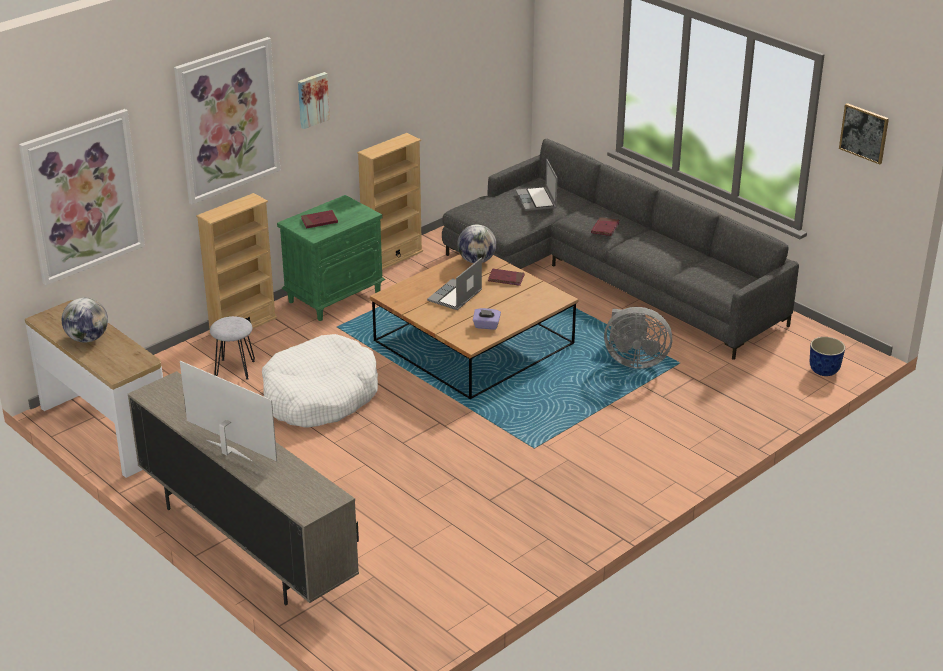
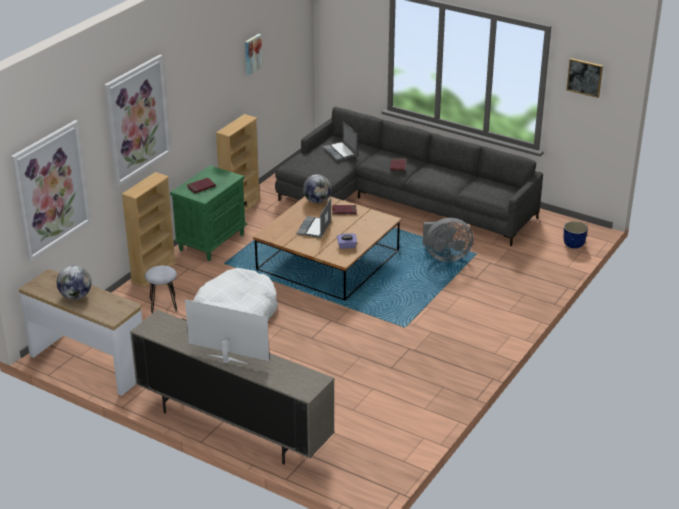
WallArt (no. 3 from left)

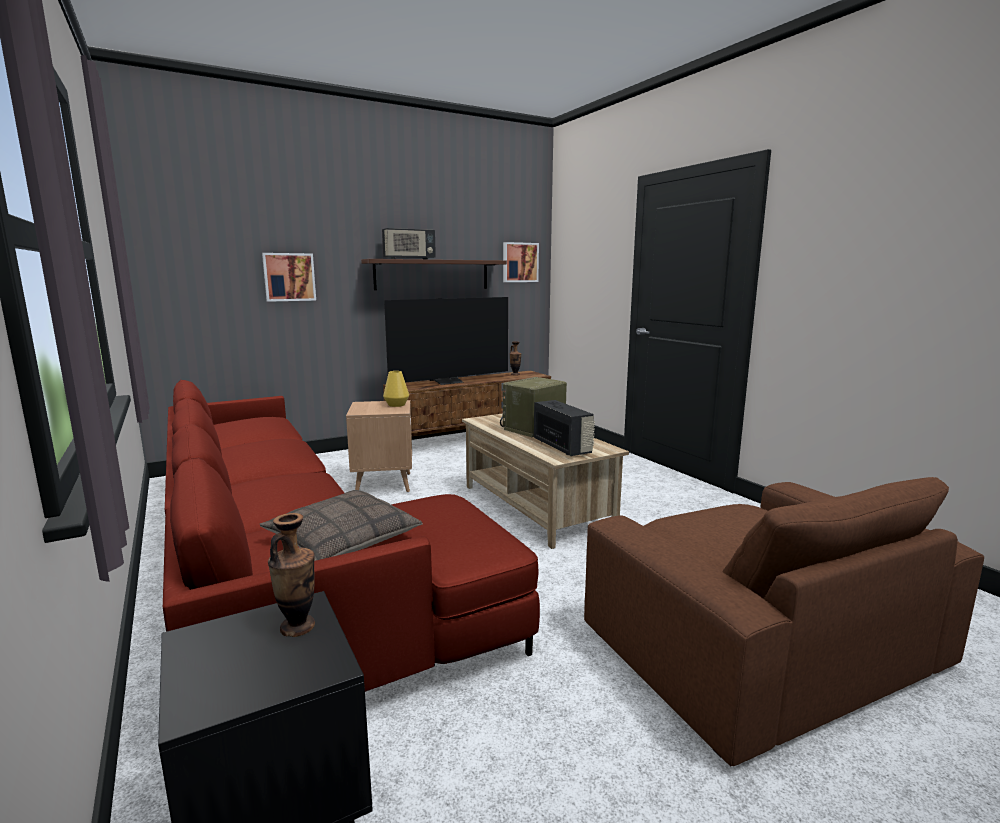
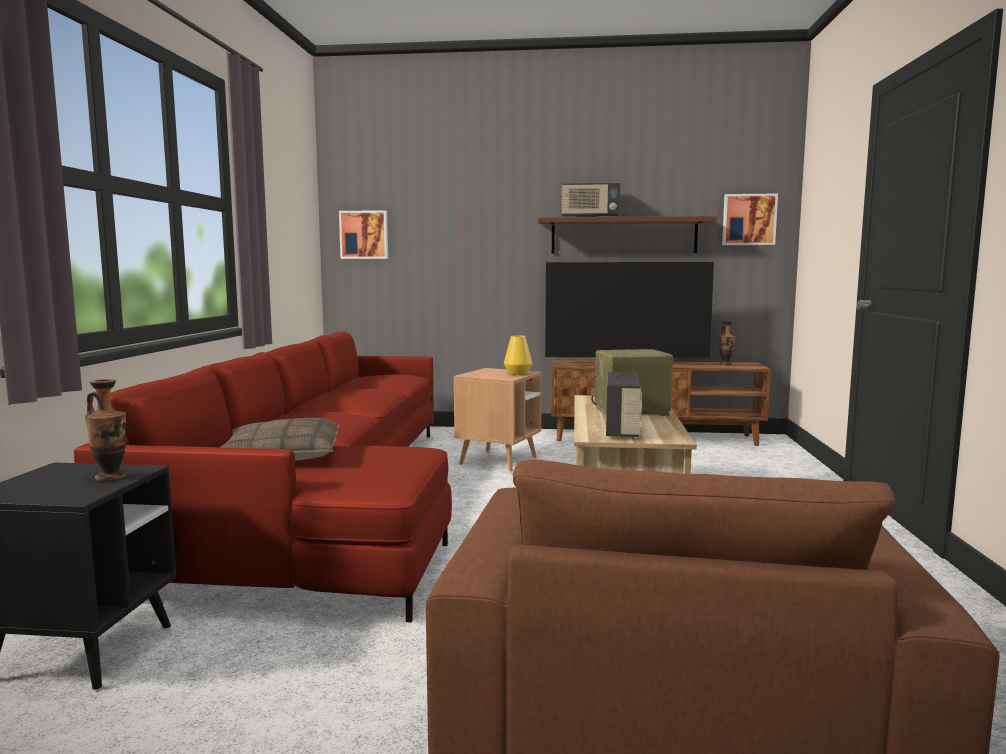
WallArt (no. 1 from left)

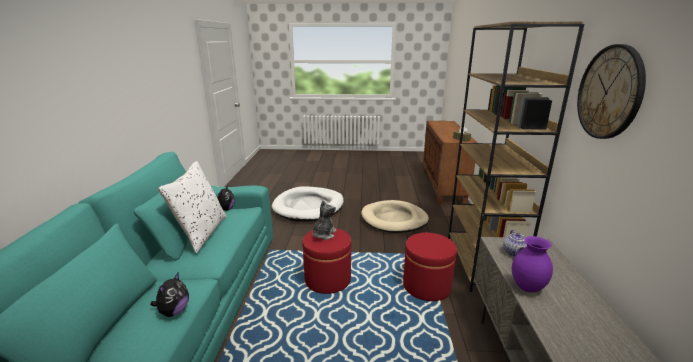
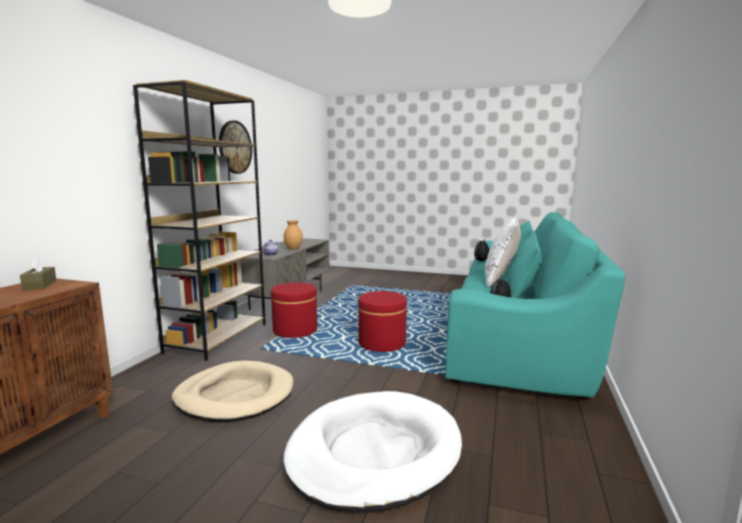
PlushToy (no. 3 from left in the first image); BrownishDecorativeVase

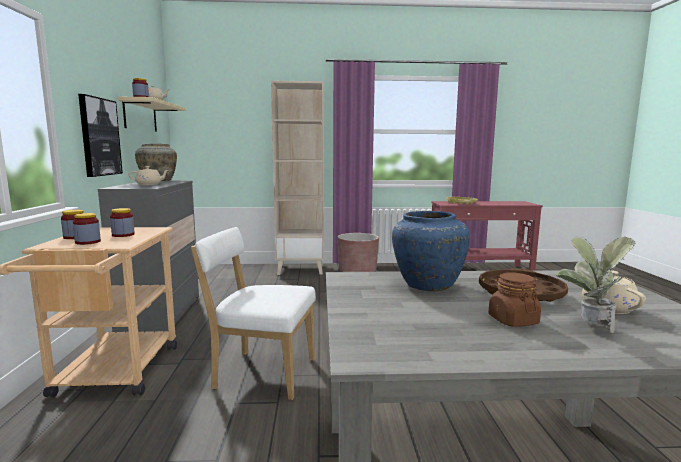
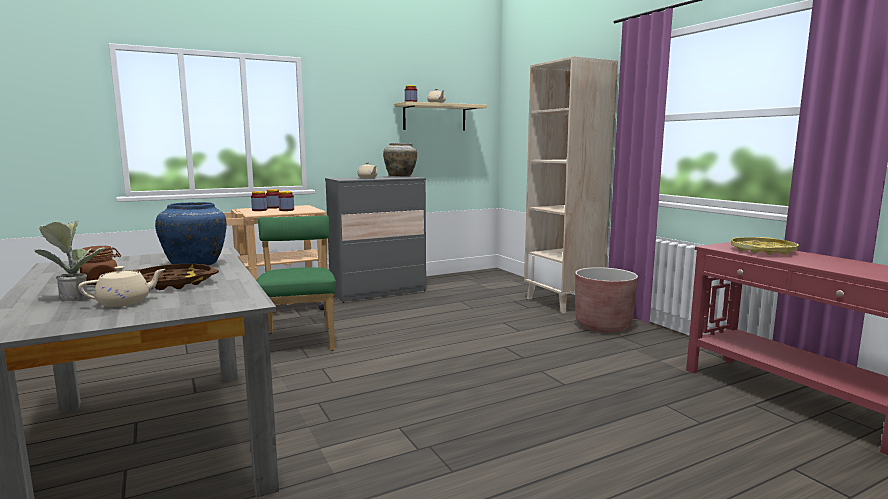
WallArt; GreenishChair

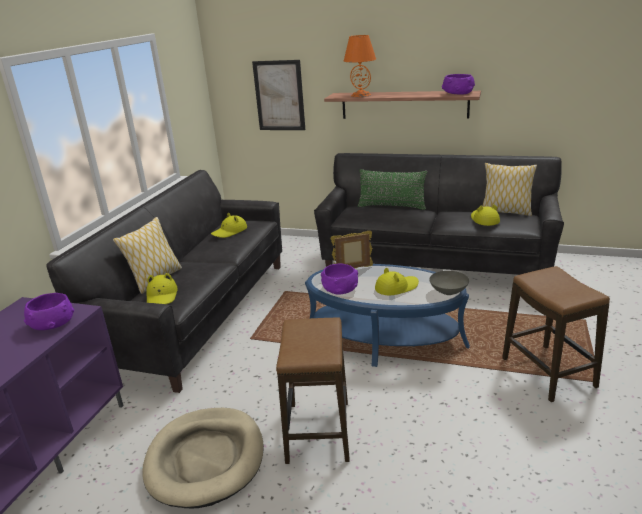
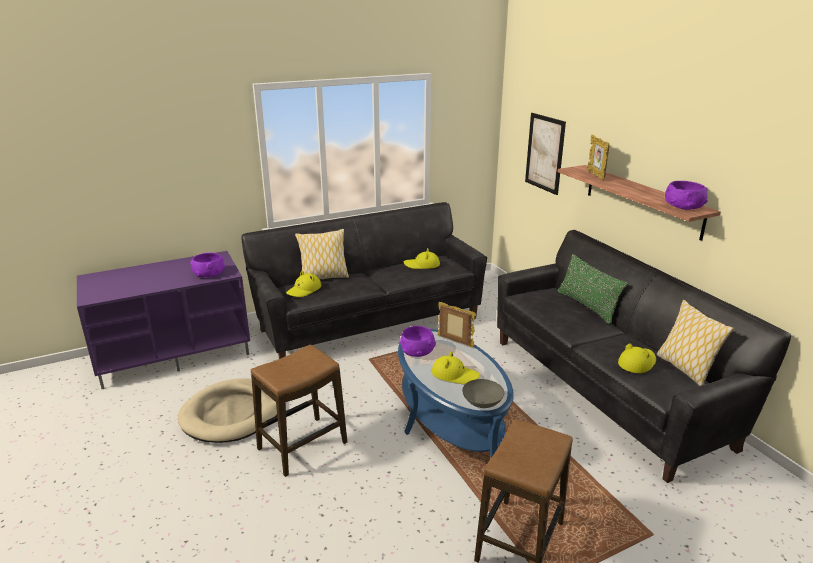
StandingFrame (no. 2 from left)

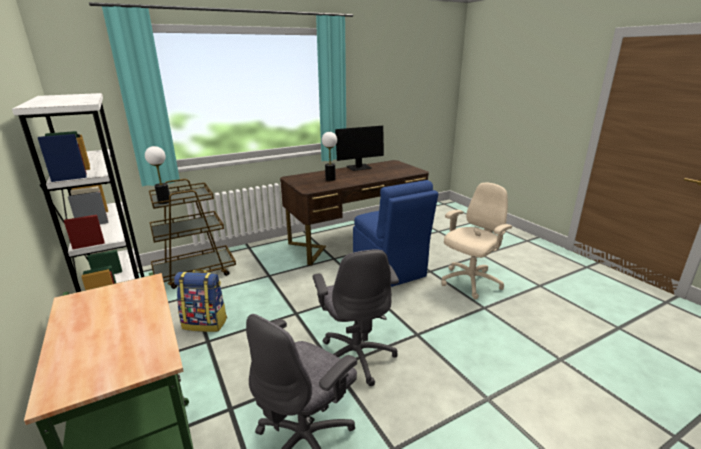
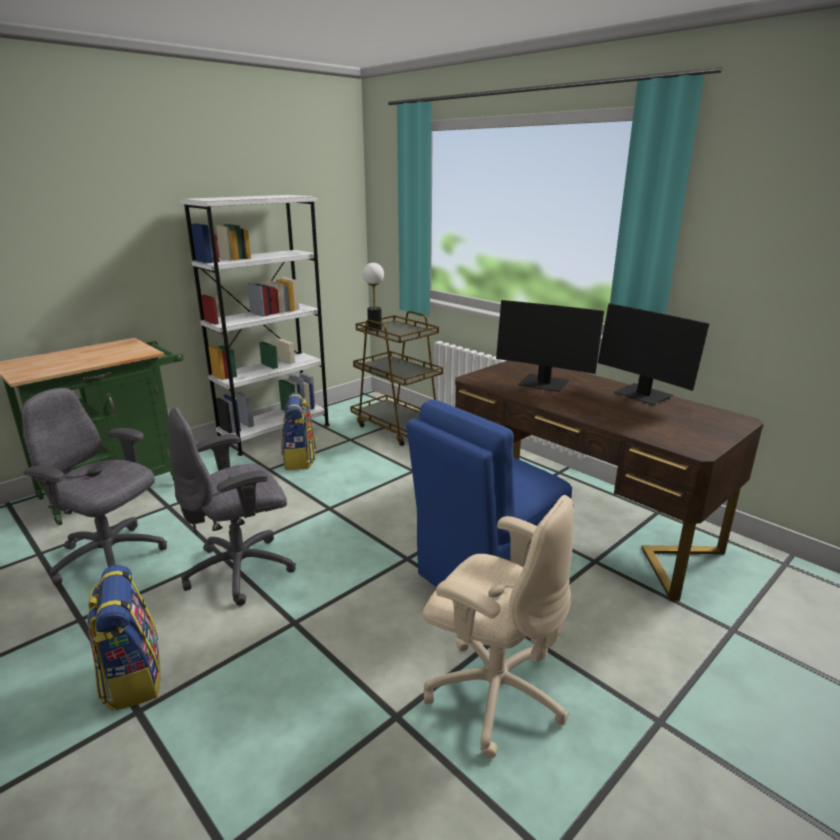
ComputerScreen (no. 1 from left); Backpack (no. 1 from left)

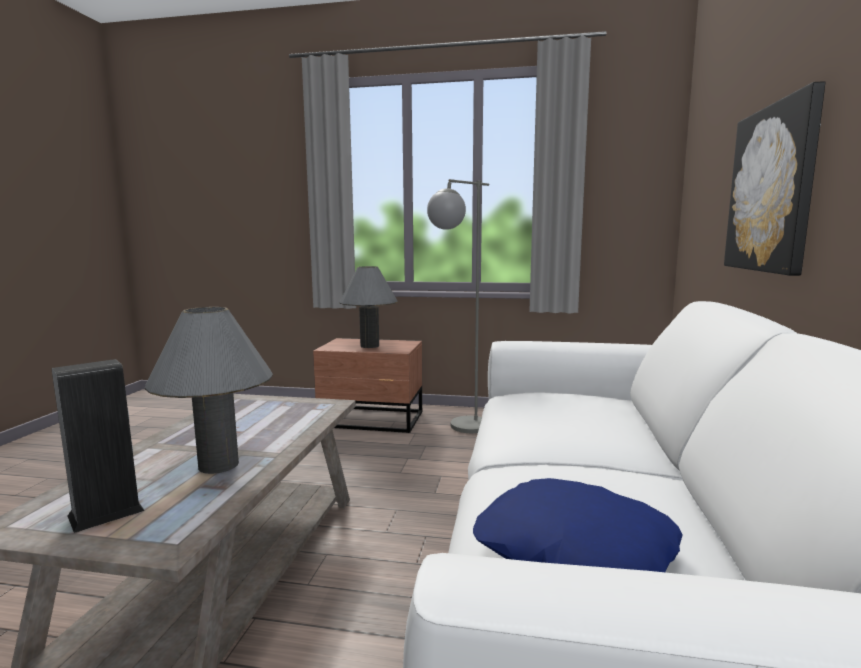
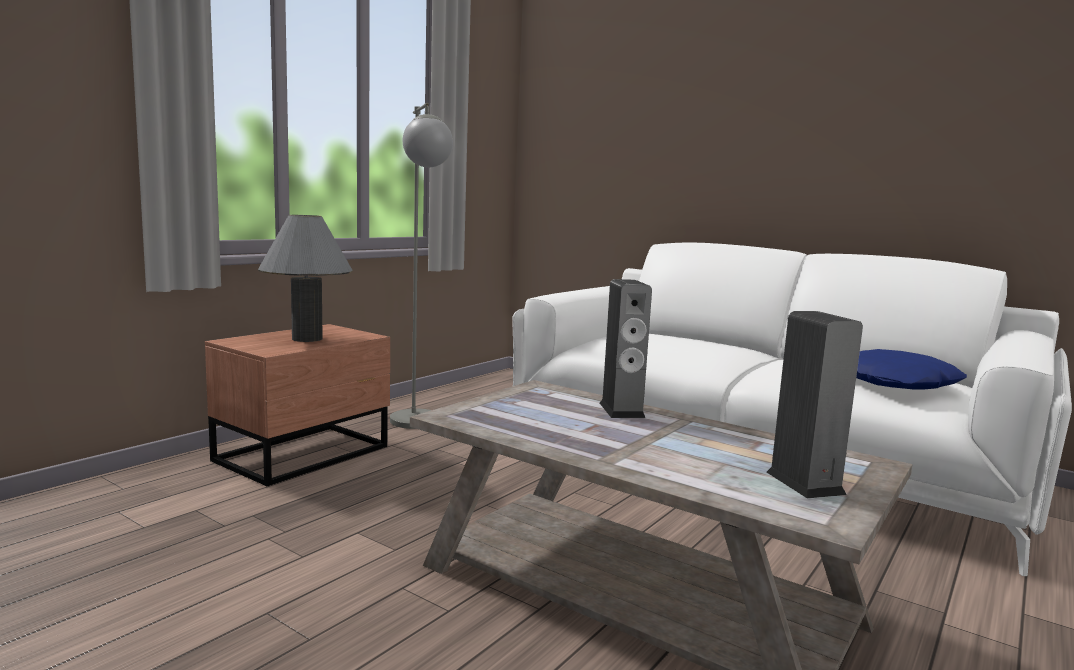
GreyTableLamp (no. 1 from left in the first image); WallArt; Loudspeaker (no. 1 from left)

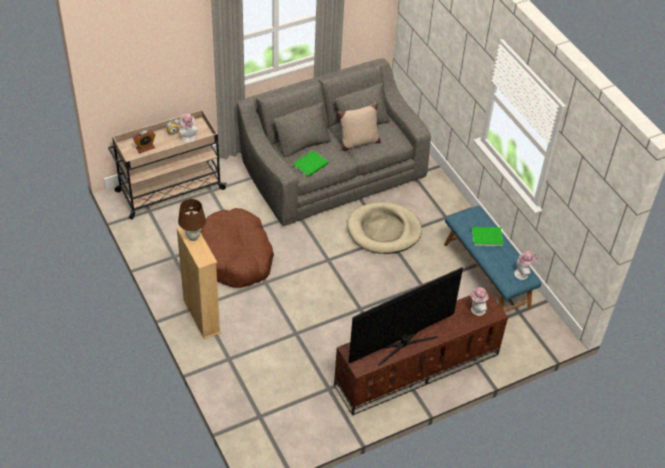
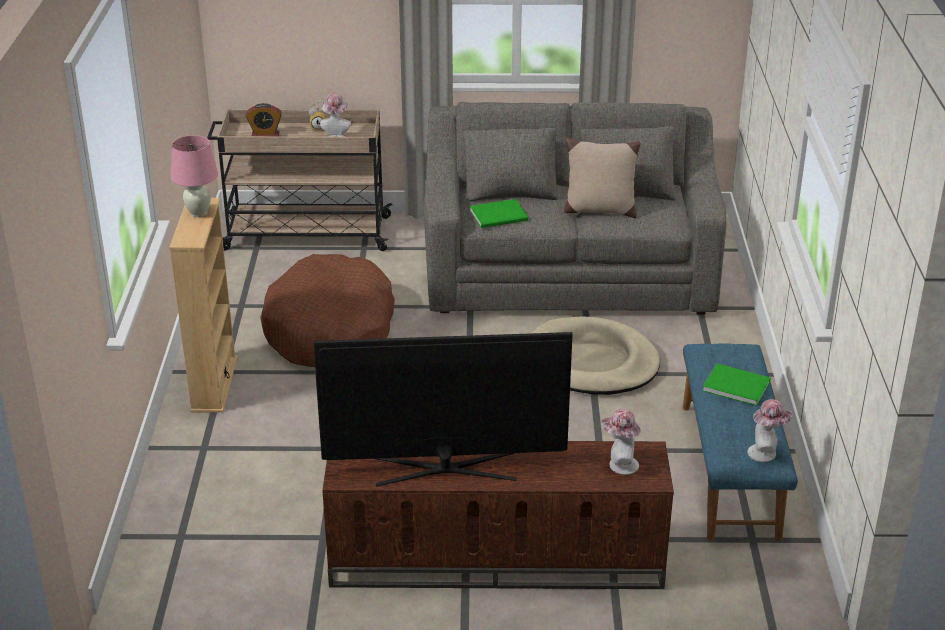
PinkColouredTableLamp

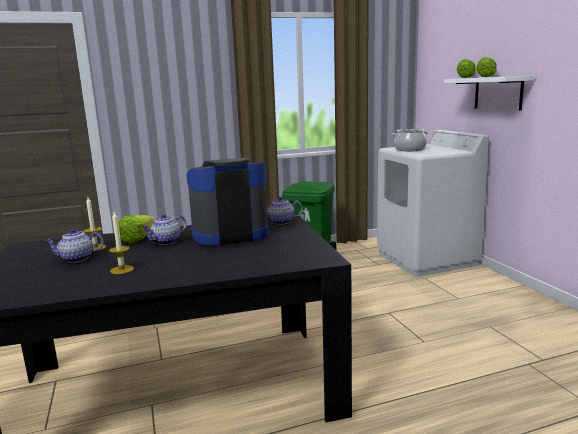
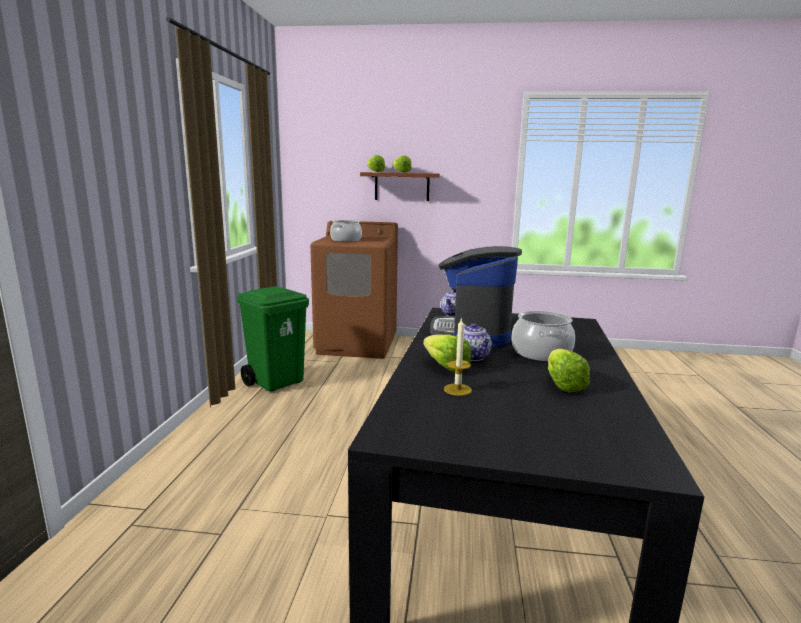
PotForTea (no. 1 from left in the first image); HeadOfLettuce (no. 4 from left); BrownishWashingMachine; BrownishShelf; Stockpot (no. 2 from left)

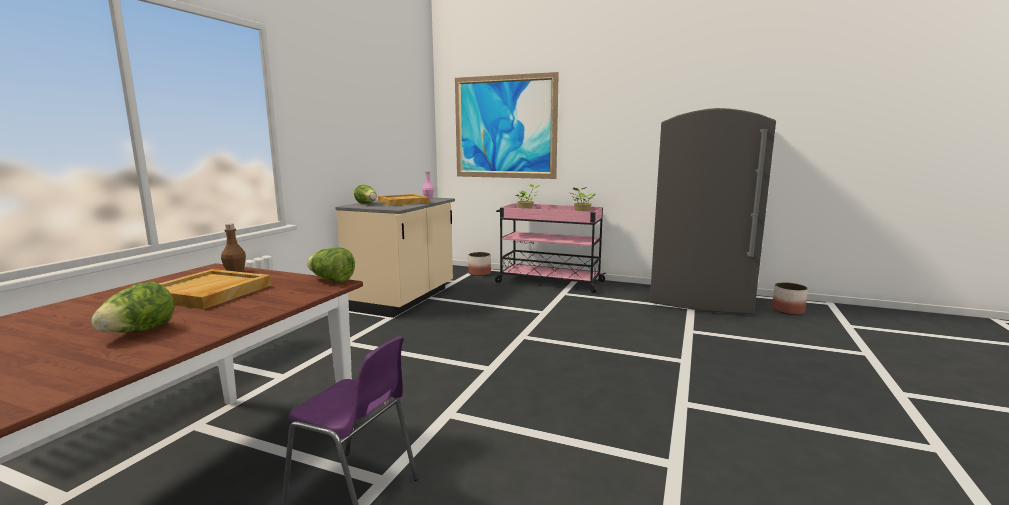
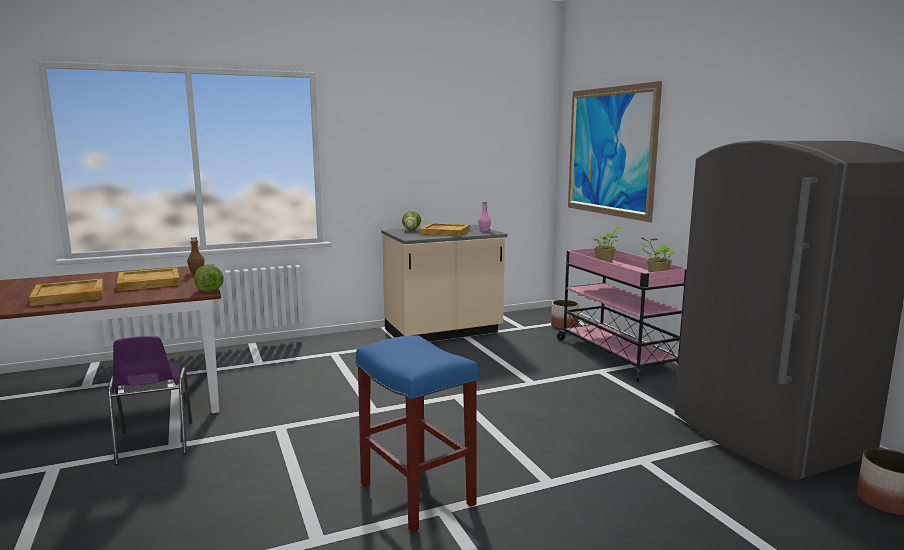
SandColouredTray (no. 1 from left); BlueStoolSeat

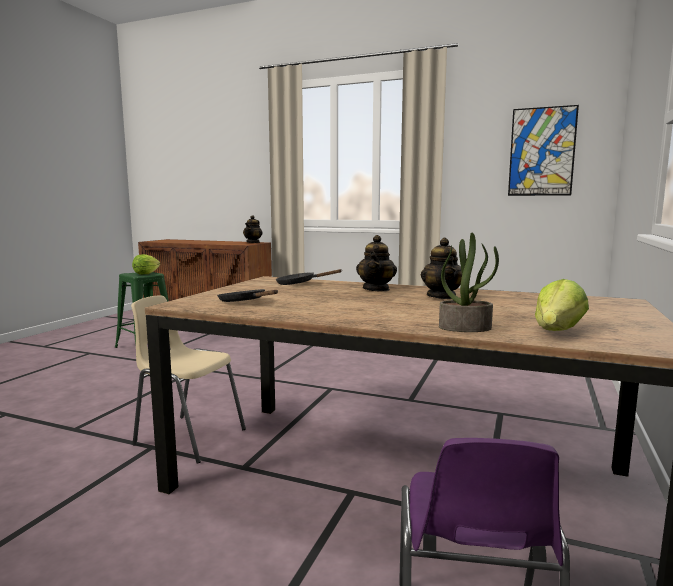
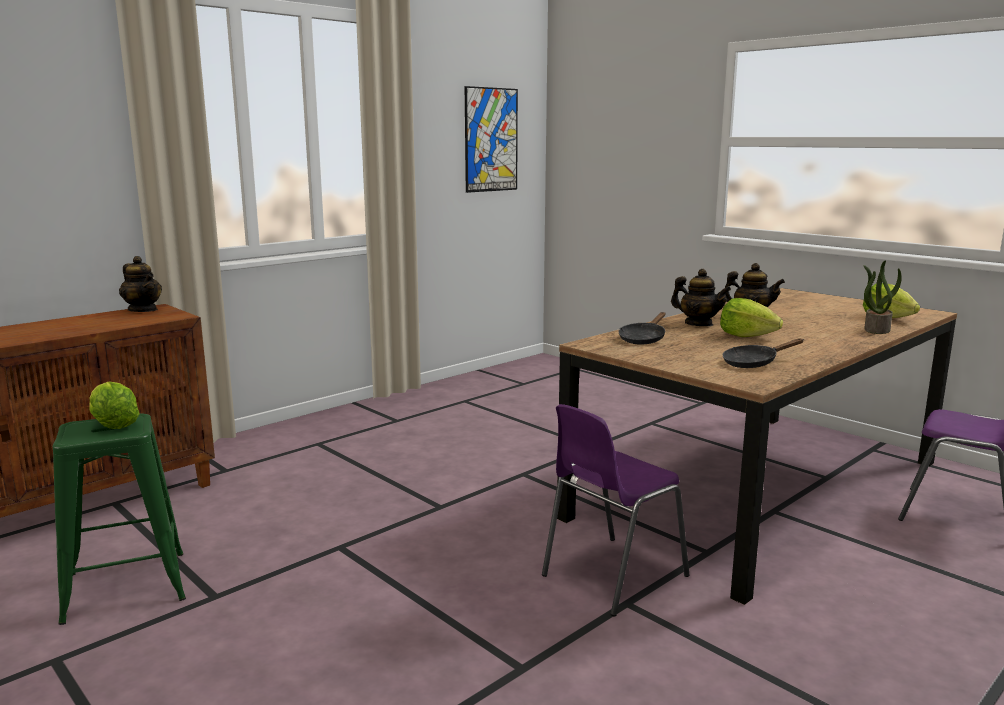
PurpleChair (no. 1 from left); HeadOfLettuce (no. 2 from left)

